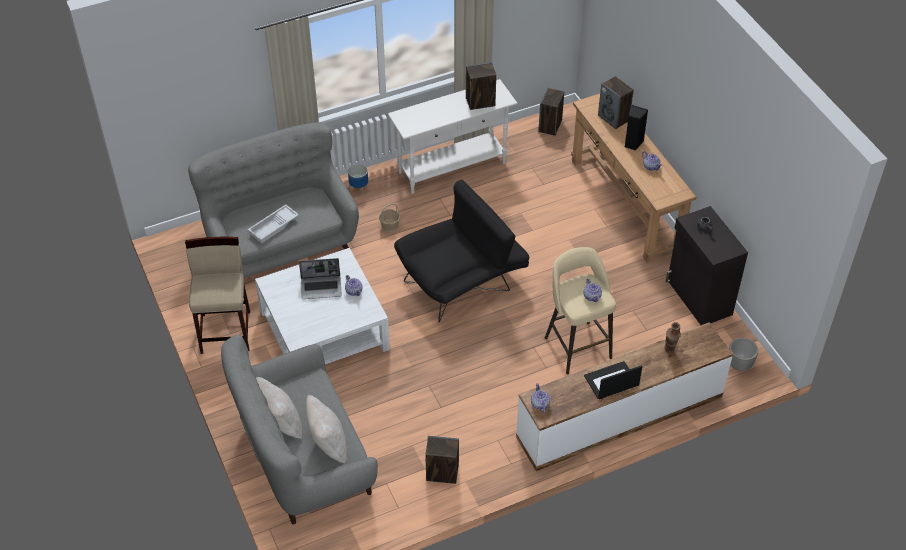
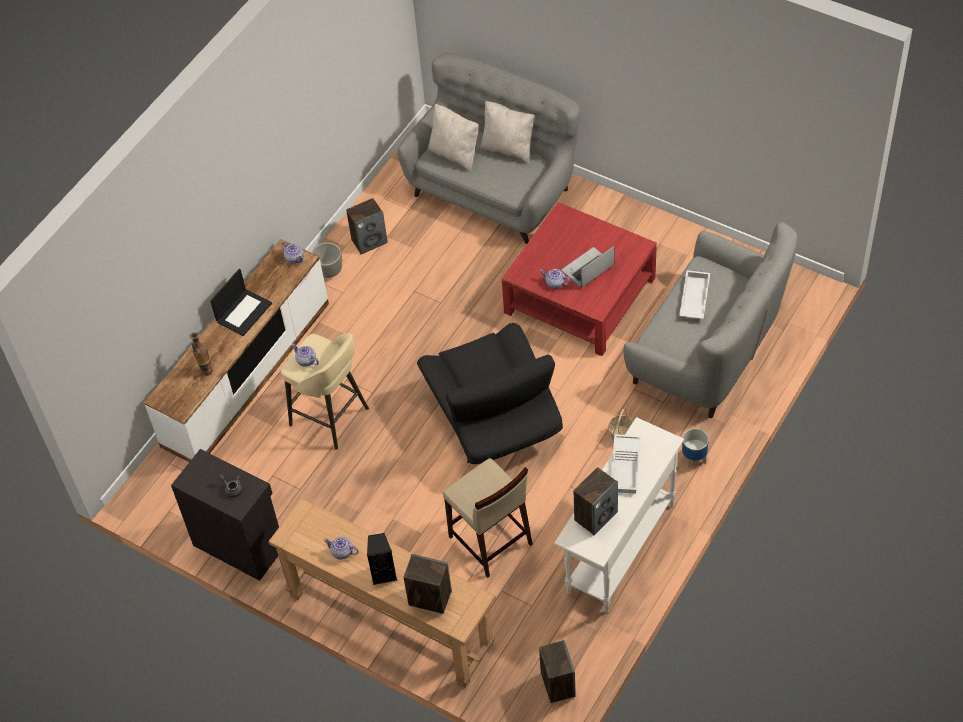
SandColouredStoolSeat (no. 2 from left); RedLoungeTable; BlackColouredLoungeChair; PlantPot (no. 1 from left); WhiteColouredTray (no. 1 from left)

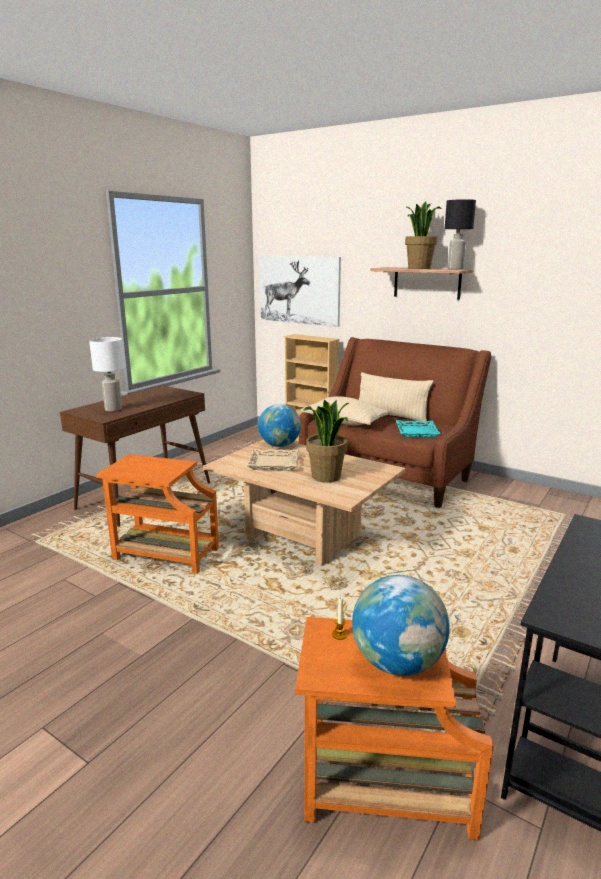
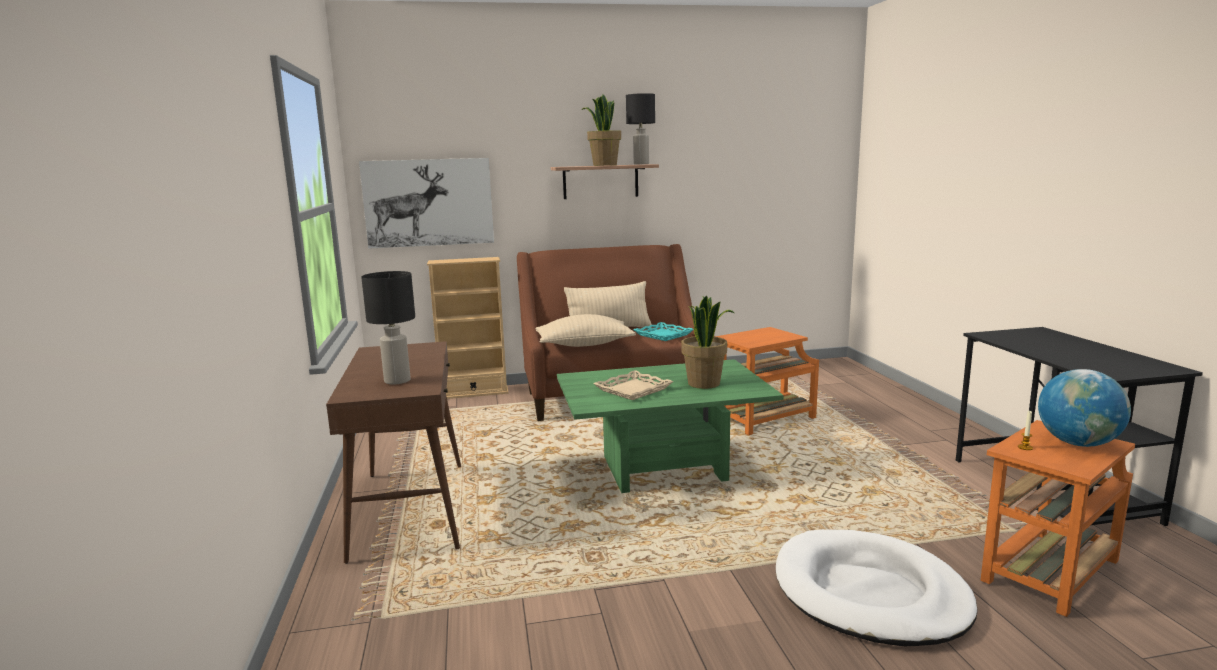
BlackColouredTableLamp (no. 1 from left); OrangeColouredEndTable (no. 1 from left); GreenishLoungeTable; WorldGlobe (no. 1 from left in the first image); WhiteColouredPetBed

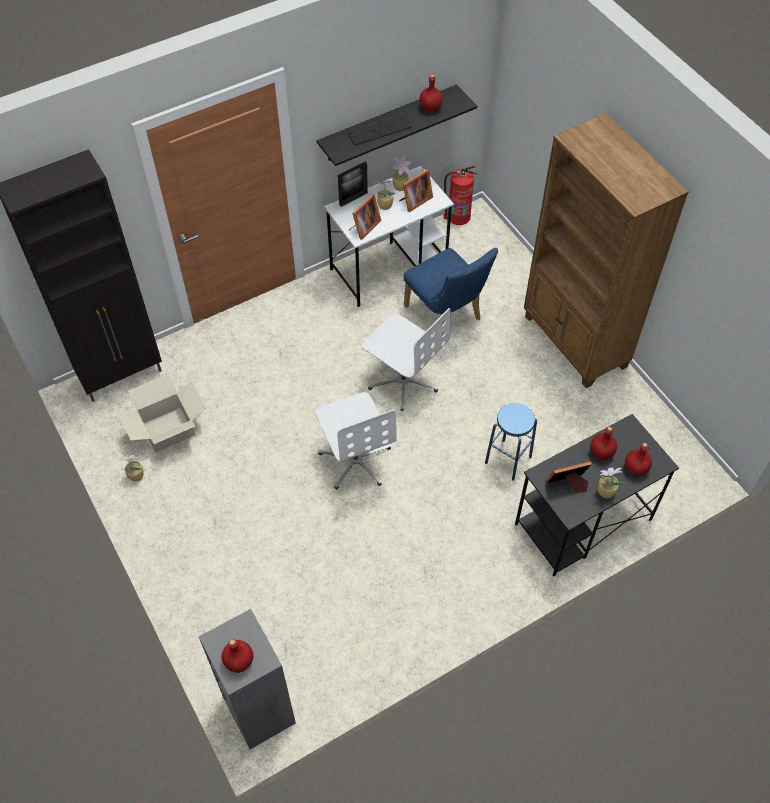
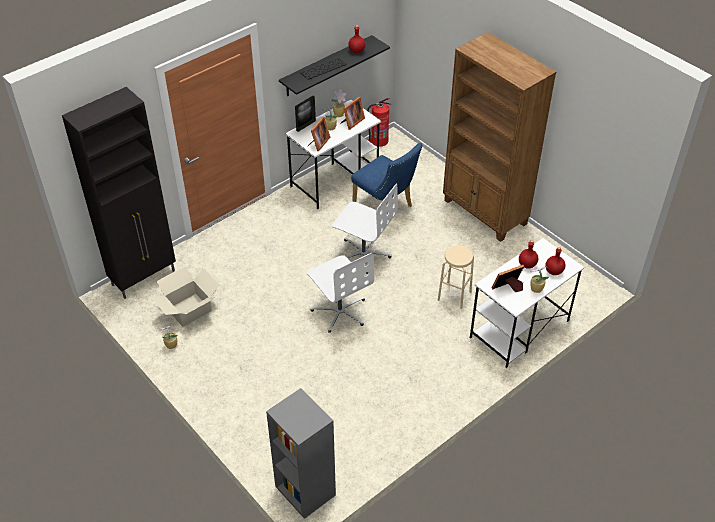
RedDrinkBottle (no. 1 from left in the first image); SandColouredStoolSeat; WhiteColouredDeskTable (no. 2 from left)

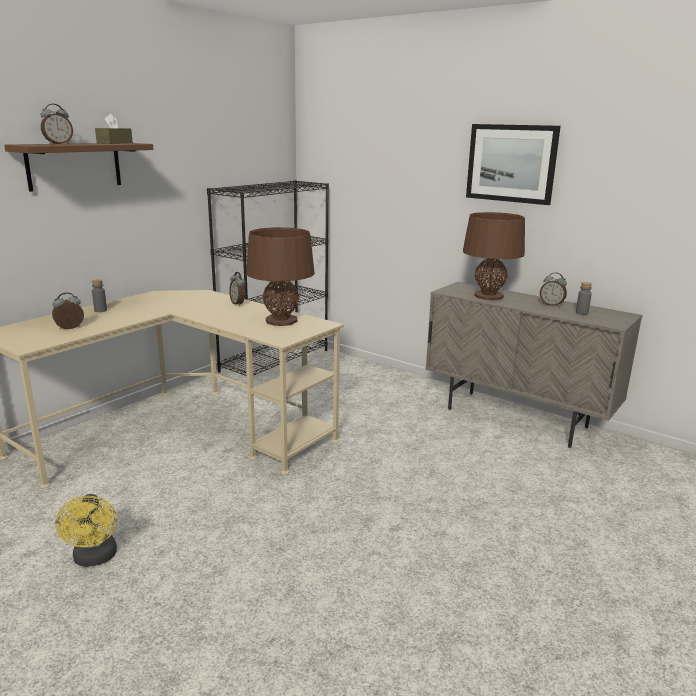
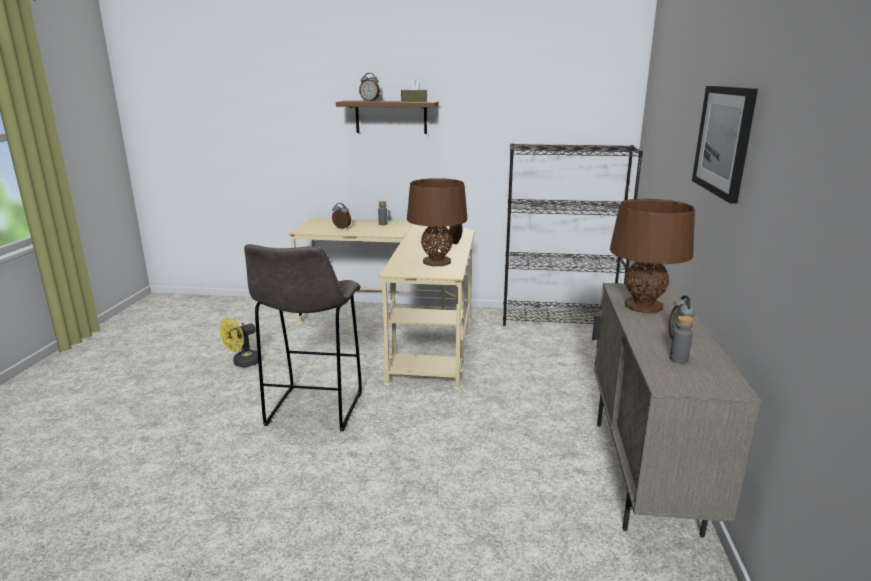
GreyStoolSeat

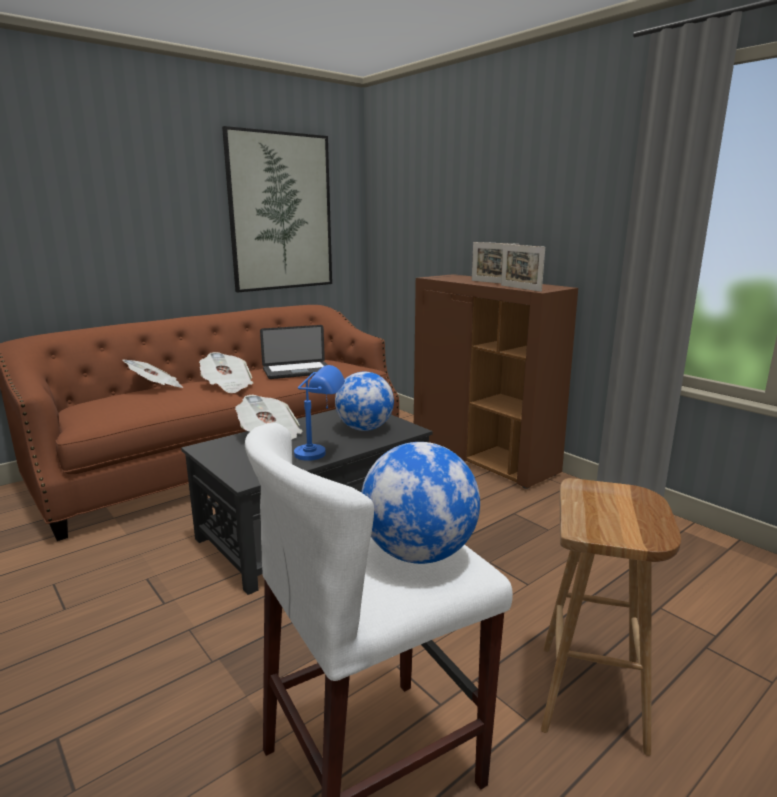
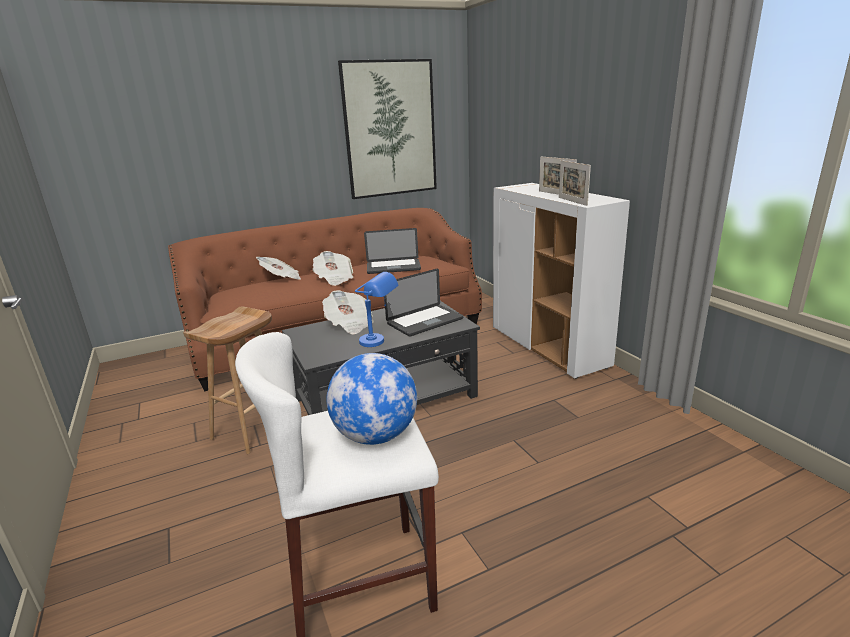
PortableComputer (no. 2 from left); WhiteColouredCupboard; BrownishStoolSeat

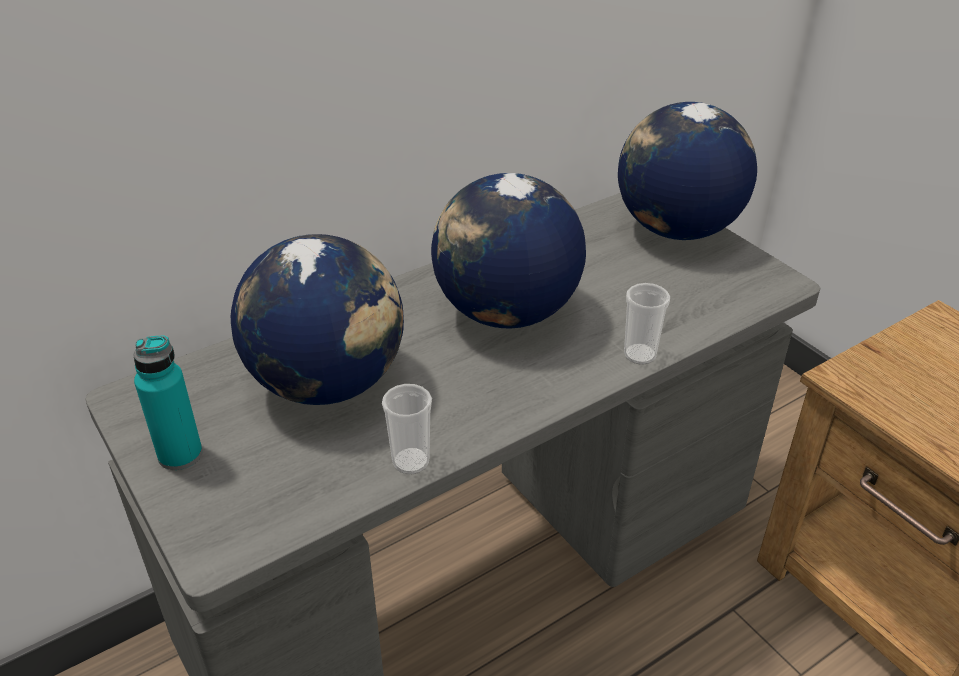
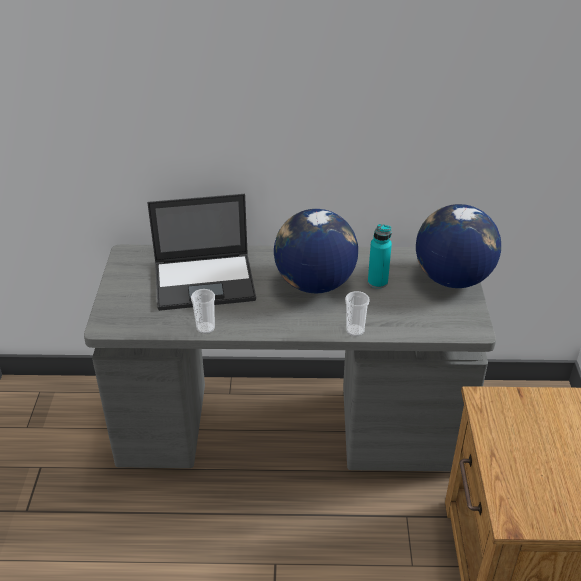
BlueGreenDrinkBottle; PortableComputer

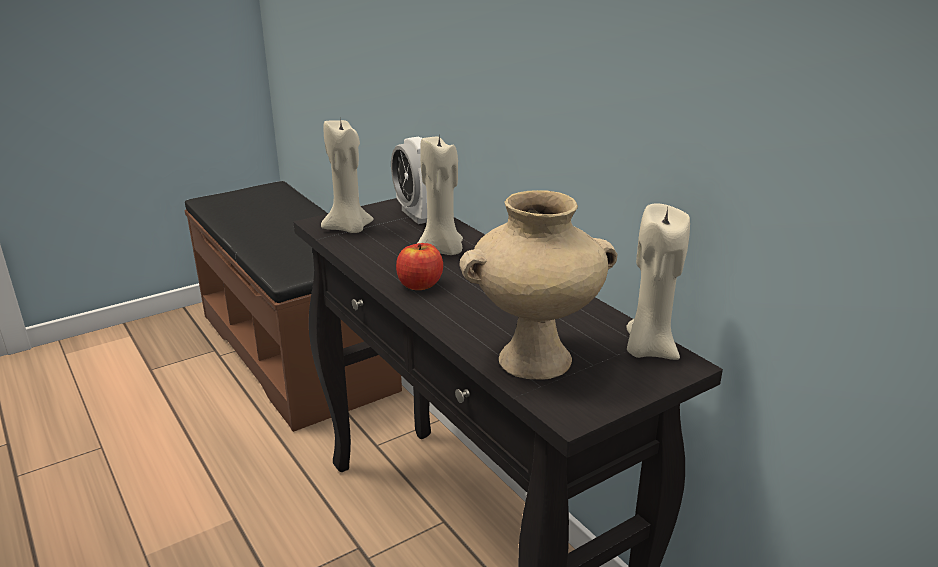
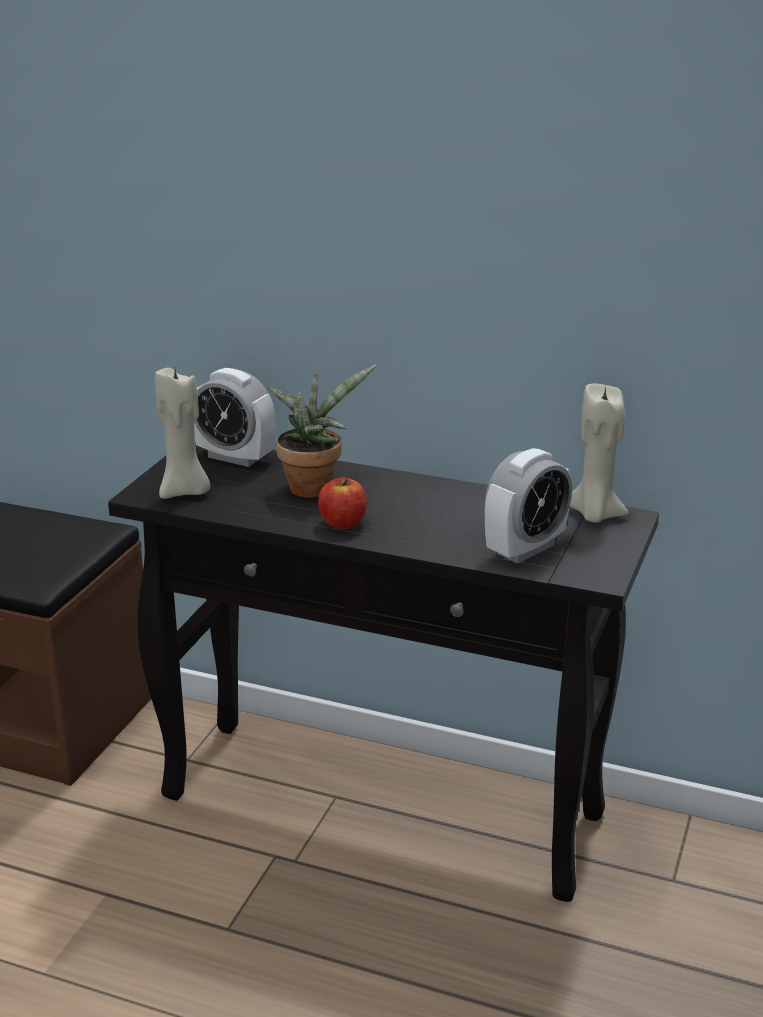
Houseplant; AlarmClock (no. 2 from left)

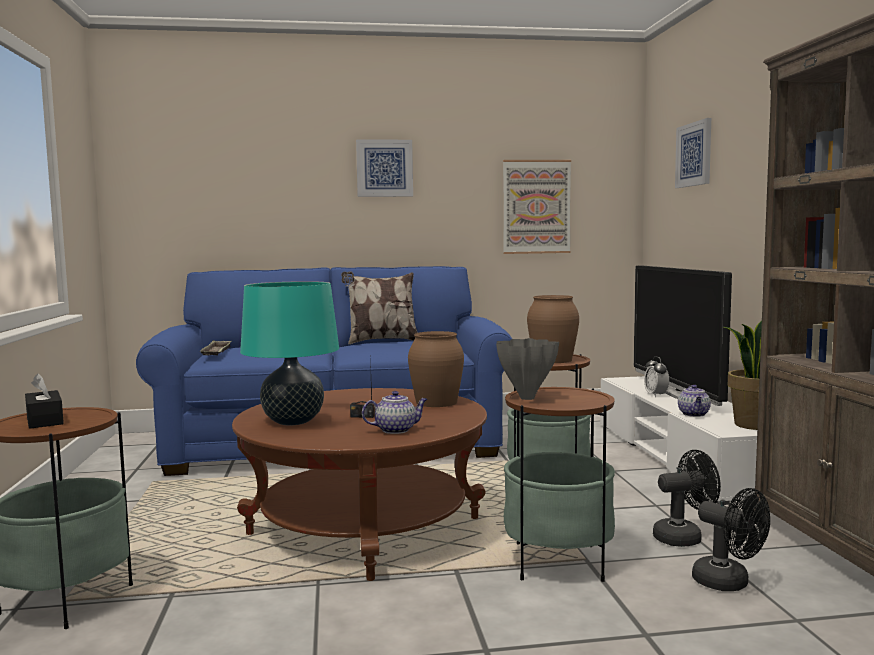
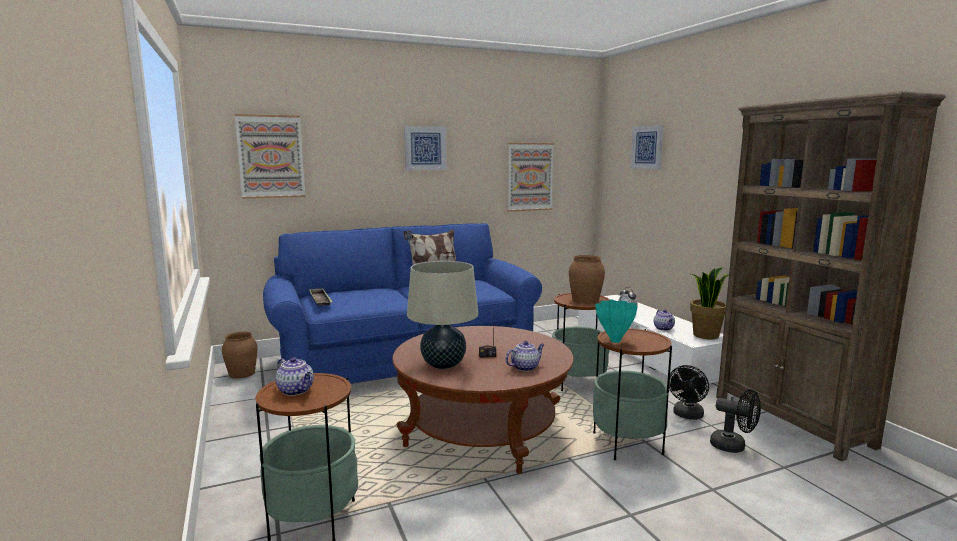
PotForTea (no. 1 from left); SandColouredTableLamp; BrownishDecorativeVase (no. 1 from left); BlueGreenDecorativeVase; TvSet; BlackColouredCoolingFan (no. 1 from left); WallArt (no. 1 from left)

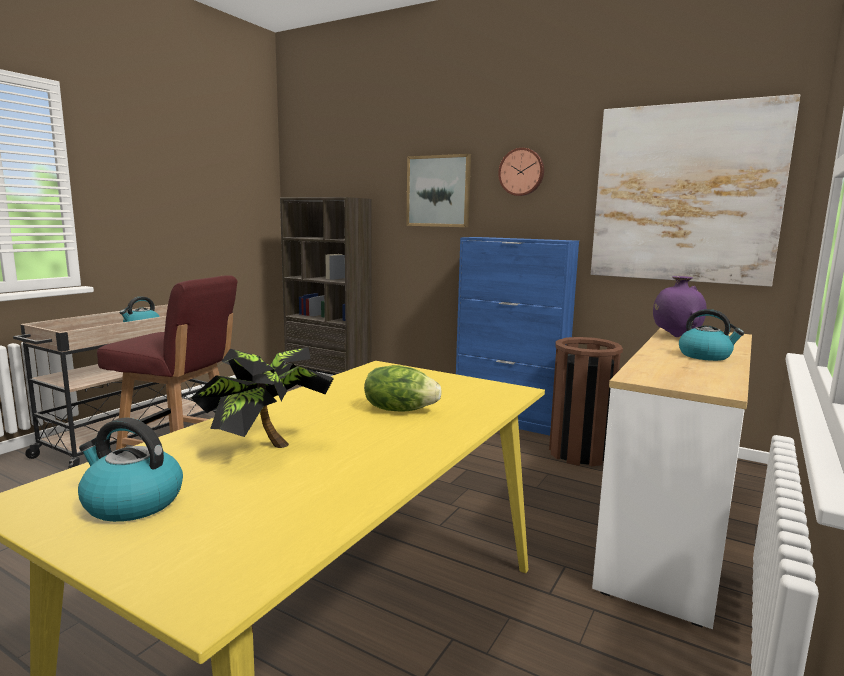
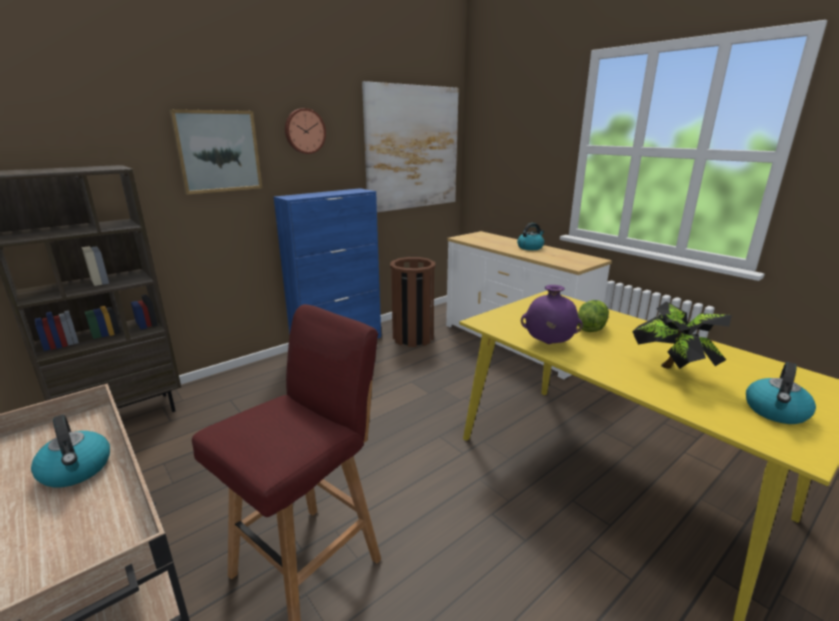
PurpleDecorativeVase

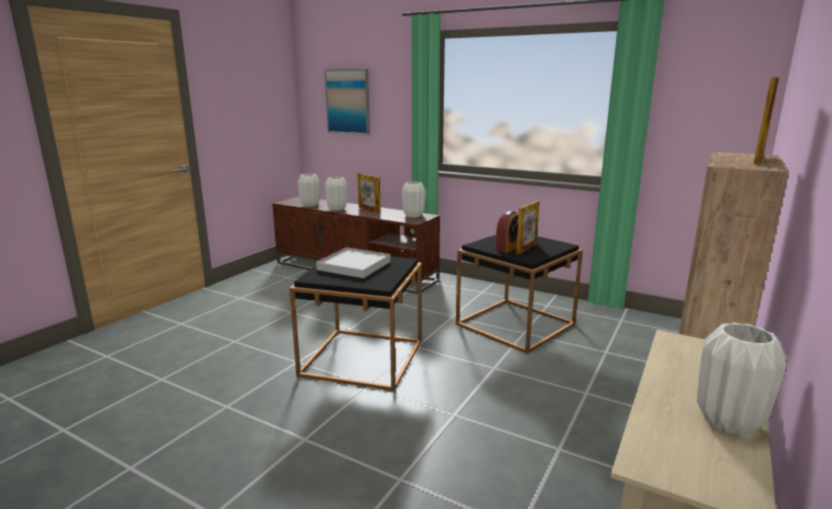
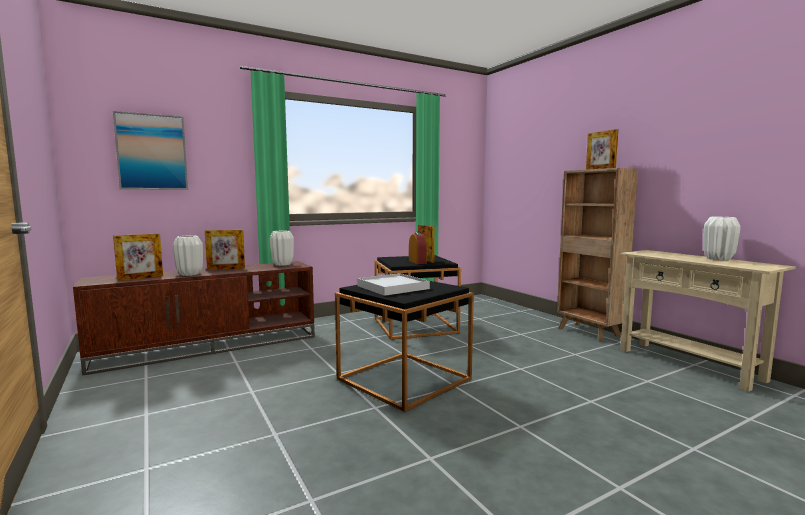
StandingFrame (no. 1 from left)

